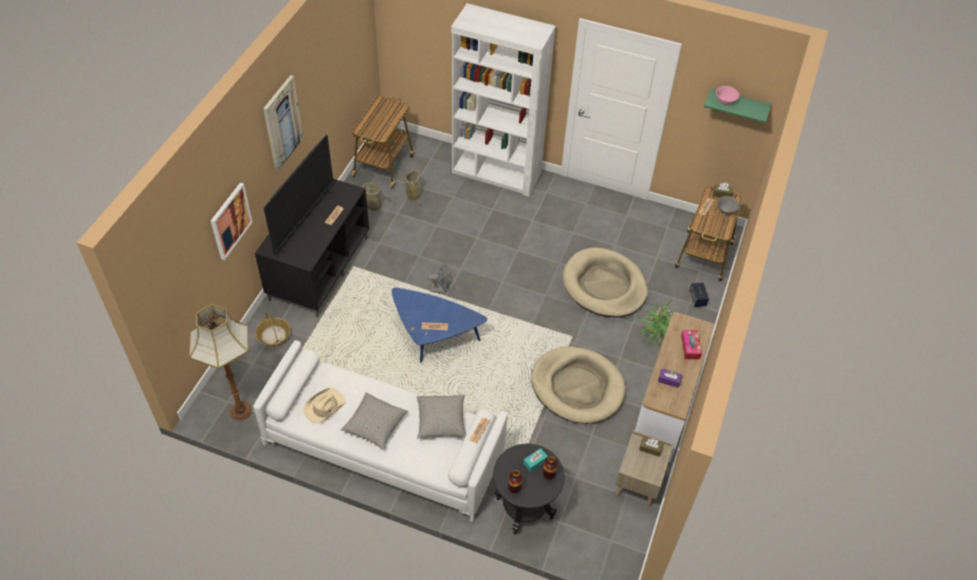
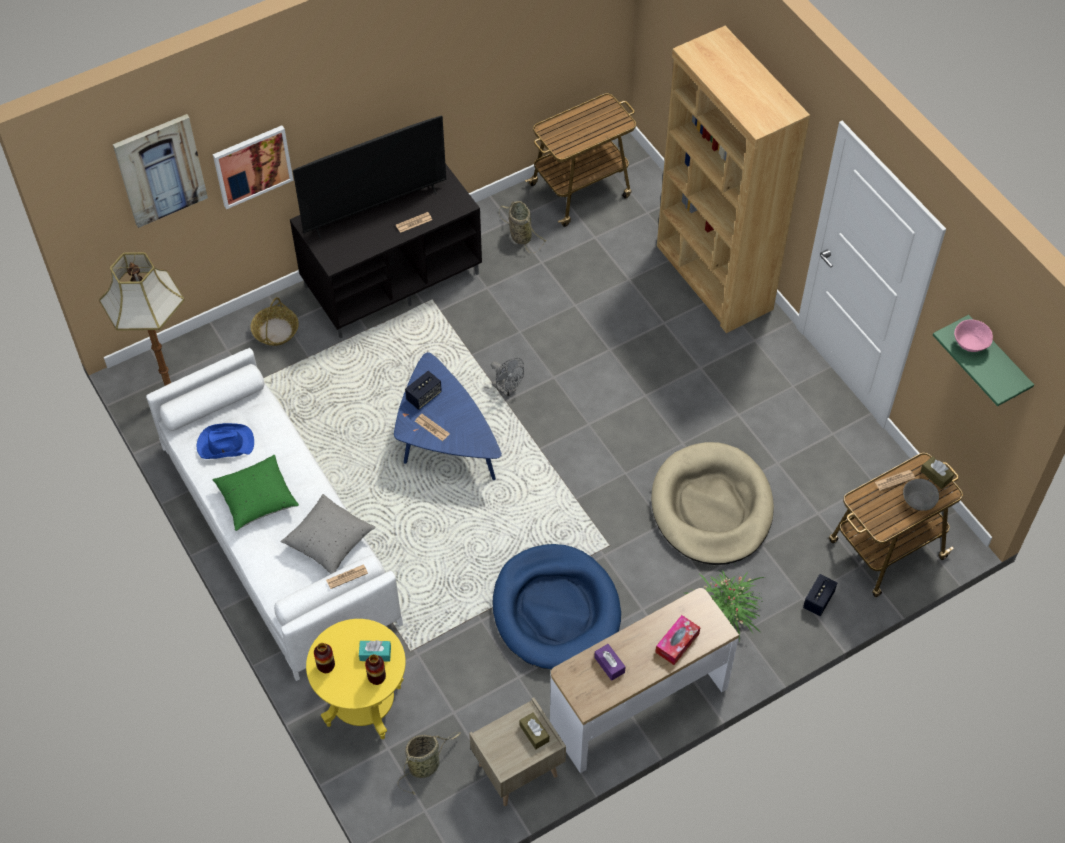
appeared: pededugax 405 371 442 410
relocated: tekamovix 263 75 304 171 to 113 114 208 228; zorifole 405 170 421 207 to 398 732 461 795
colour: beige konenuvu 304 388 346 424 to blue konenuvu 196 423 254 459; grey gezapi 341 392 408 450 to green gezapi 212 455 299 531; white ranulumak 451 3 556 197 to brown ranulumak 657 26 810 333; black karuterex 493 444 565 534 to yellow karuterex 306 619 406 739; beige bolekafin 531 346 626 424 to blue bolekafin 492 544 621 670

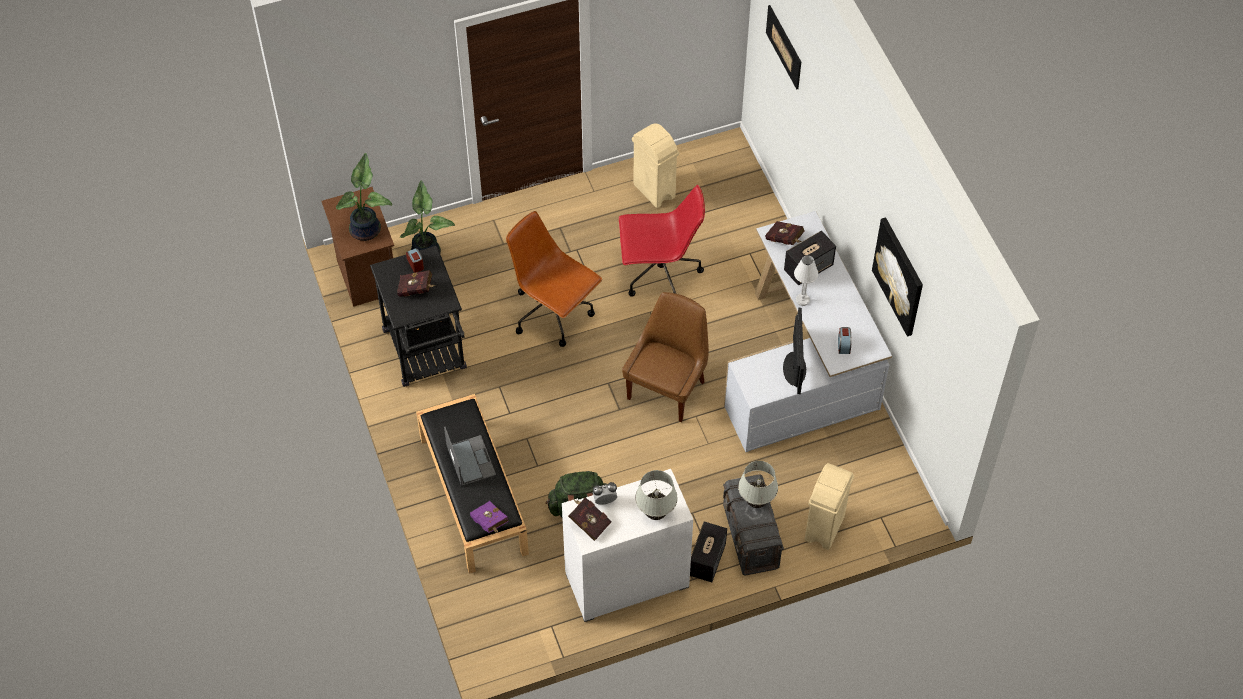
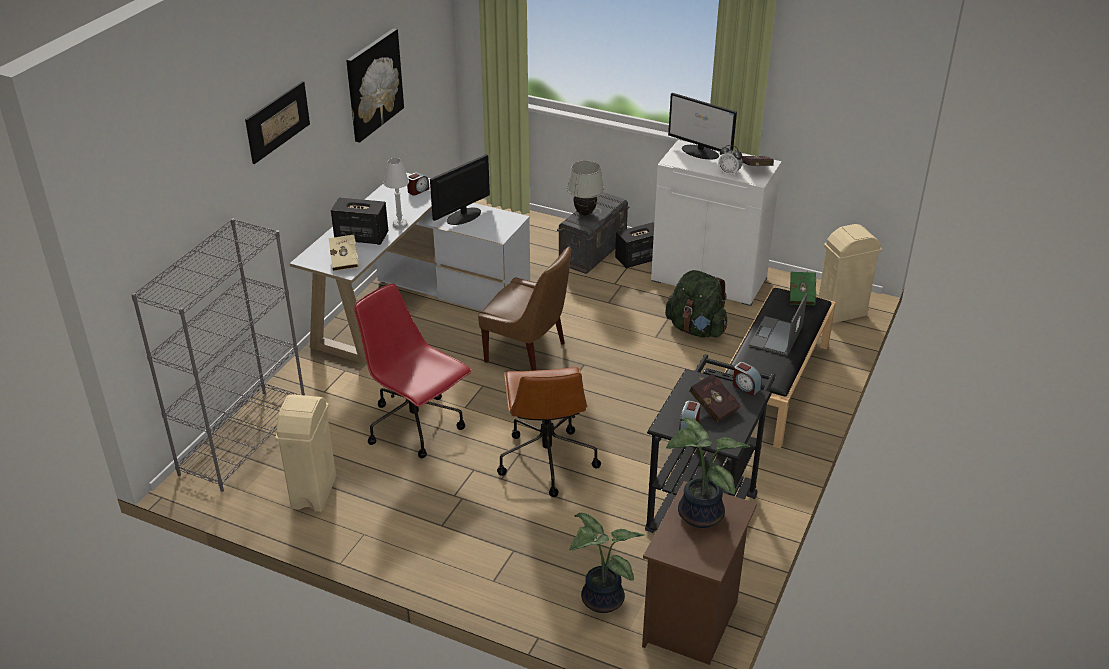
appeared: grey ranulumak 131 218 305 492; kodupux 733 362 762 396
relocated: tekamovix 766 5 801 89 to 245 81 310 164; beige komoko 804 463 854 550 to 818 224 882 324
exchanged: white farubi 635 470 678 520 to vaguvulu 668 93 737 160
colour: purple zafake 470 501 509 533 to green zafake 790 270 816 305; red zafake 765 221 804 245 to beige zafake 329 235 359 271
spun: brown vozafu 622 292 709 422 = 478 246 571 371 135 degrees counterclockwise

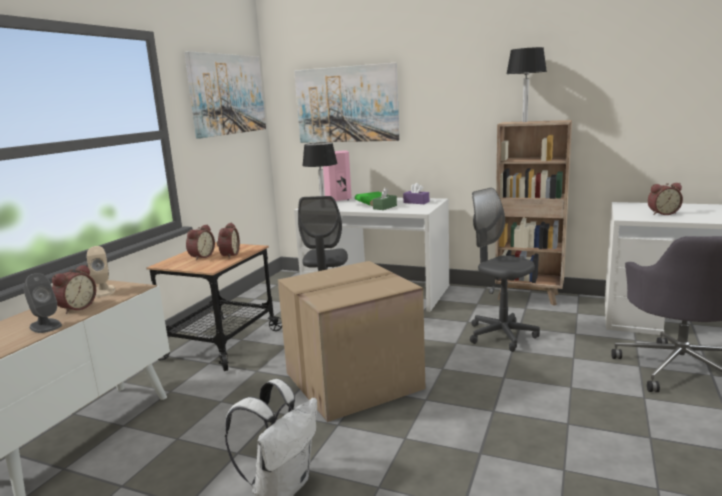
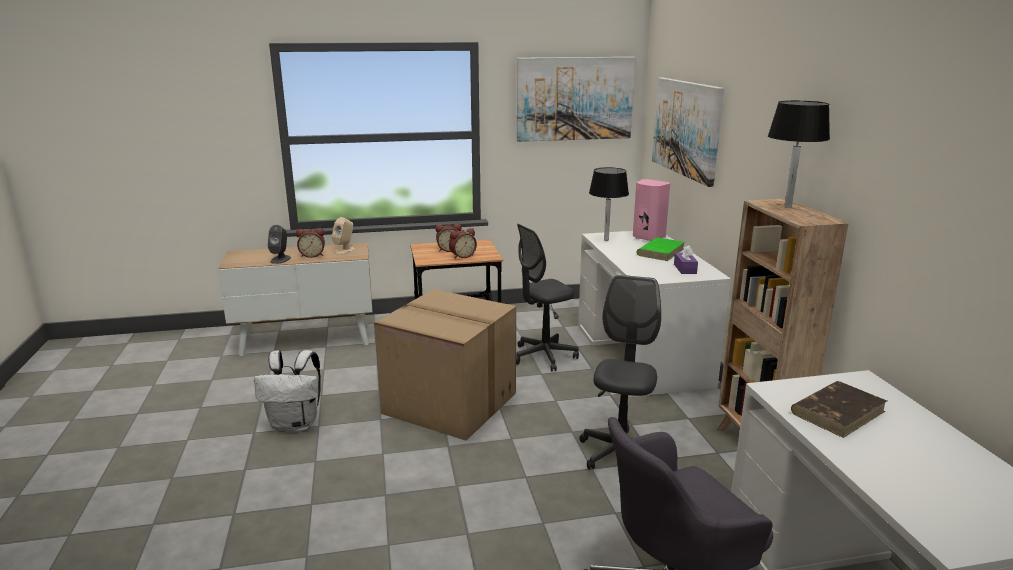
missing: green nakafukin 373 187 397 210
exchanged: kodupux 648 183 683 215 to brown zafake 791 381 887 438

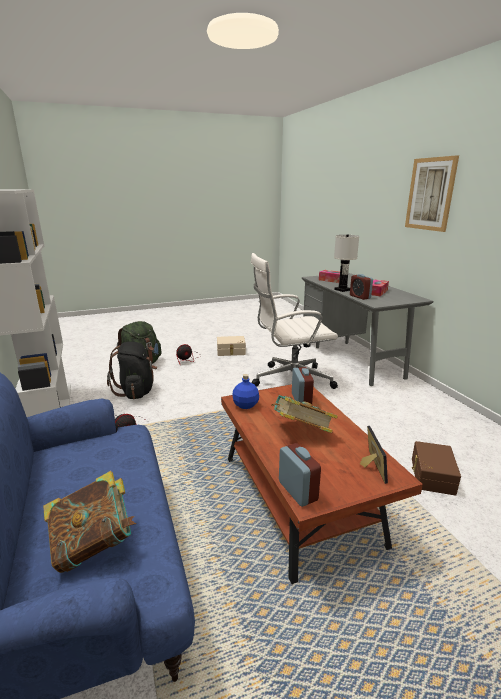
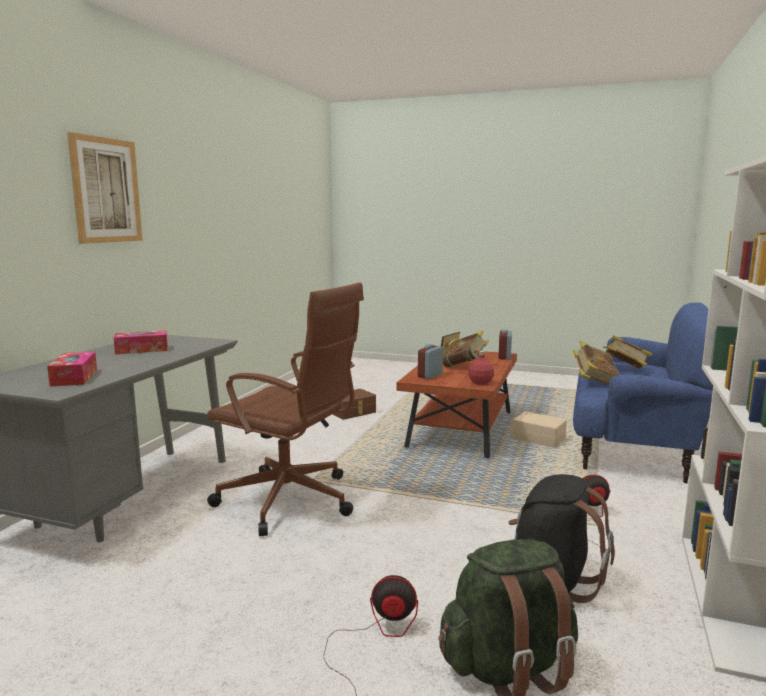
missing: white farubi 334 234 359 292; kodupux 350 274 373 300
appeared: zafake 573 341 620 386
relocated: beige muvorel 217 336 246 356 to 512 412 567 448
colour: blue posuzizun 232 374 259 409 to red posuzizun 468 351 494 385; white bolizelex 251 253 338 389 to brown bolizelex 207 282 364 536

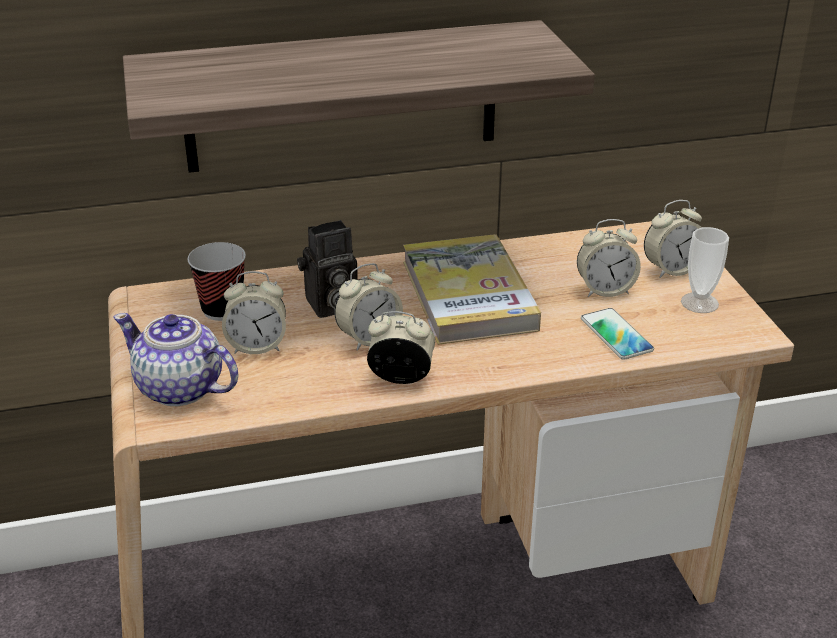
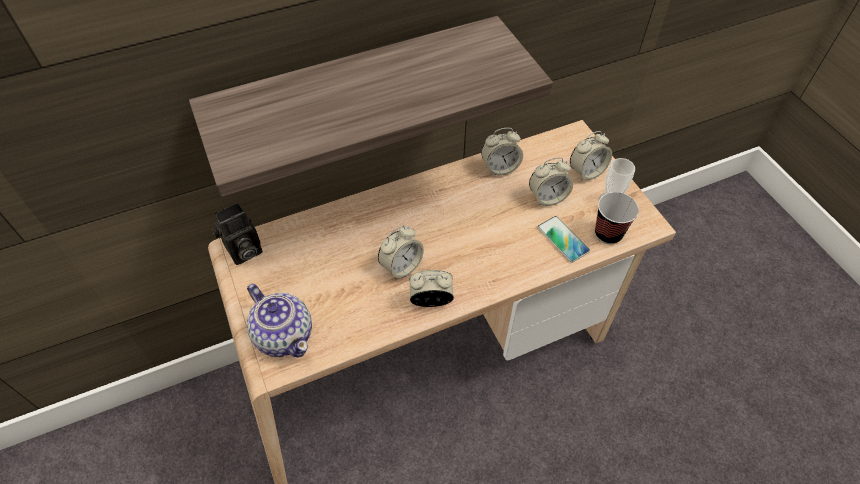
missing: zafake 403 234 541 345
relocated: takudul 187 242 246 321 to 595 192 639 244; kodupux 222 271 286 354 to 481 128 523 175; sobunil 297 220 358 318 to 212 202 262 265
spun: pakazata 113 313 238 406 = 247 284 312 357 150 degrees counterclockwise

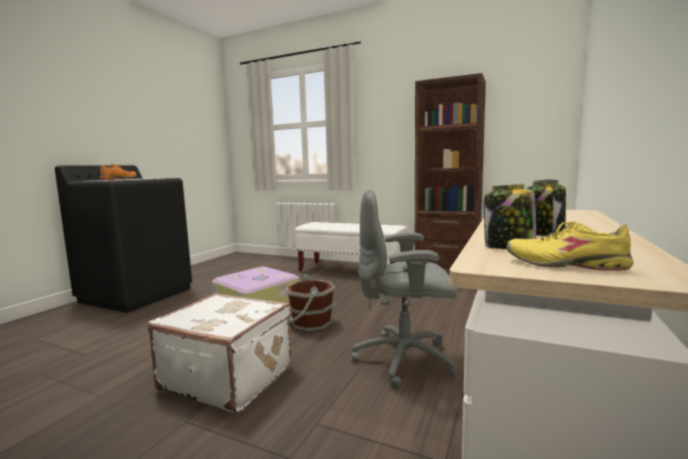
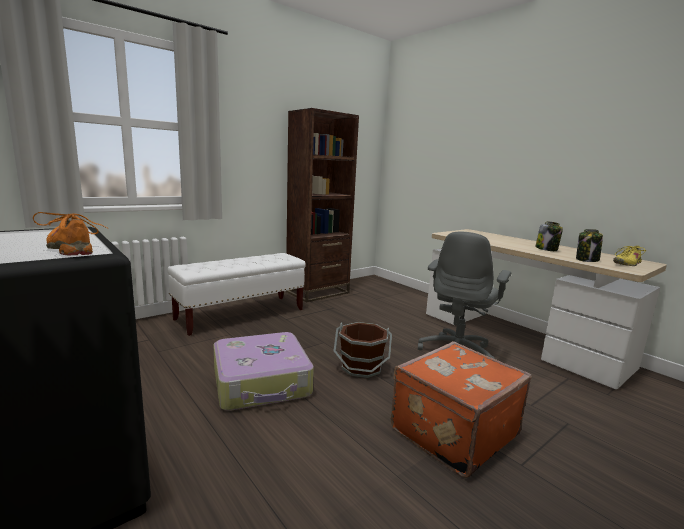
colour: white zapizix 148 293 291 413 to orange zapizix 391 341 532 478

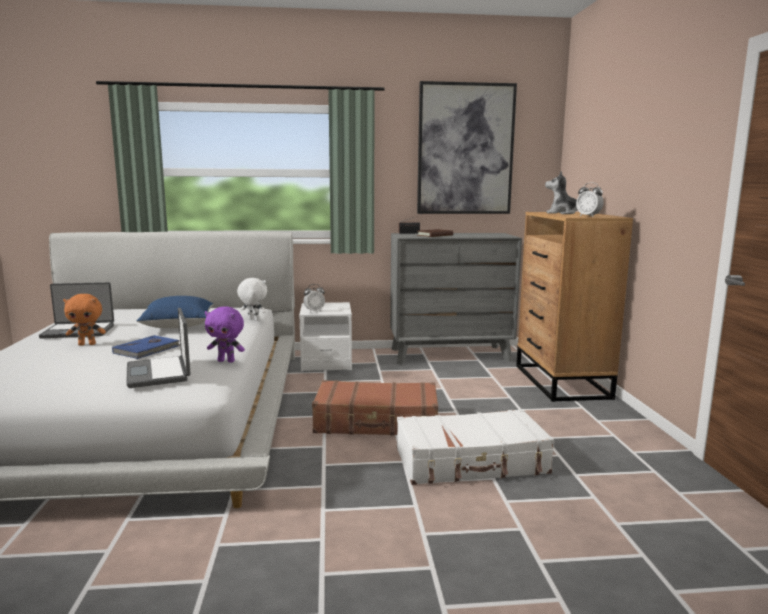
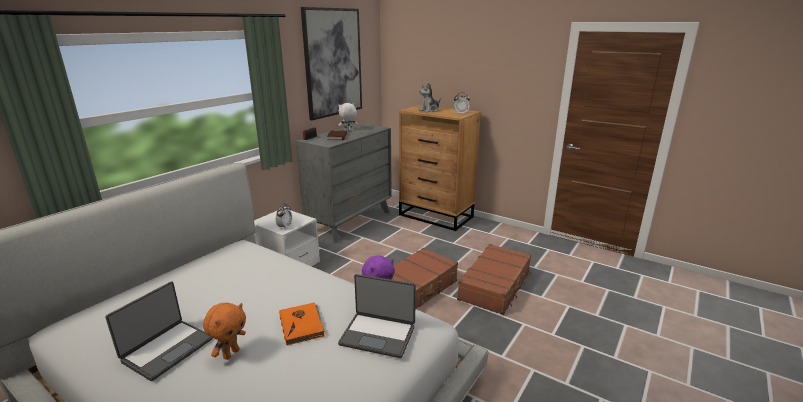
missing: blue gezapi 136 296 213 328
relocated: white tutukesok 237 278 267 321 to 338 103 358 131
colour: blue zafake 112 335 180 359 to orange zafake 279 302 325 346; white zapizix 397 409 554 485 to brown zapizix 457 244 531 315

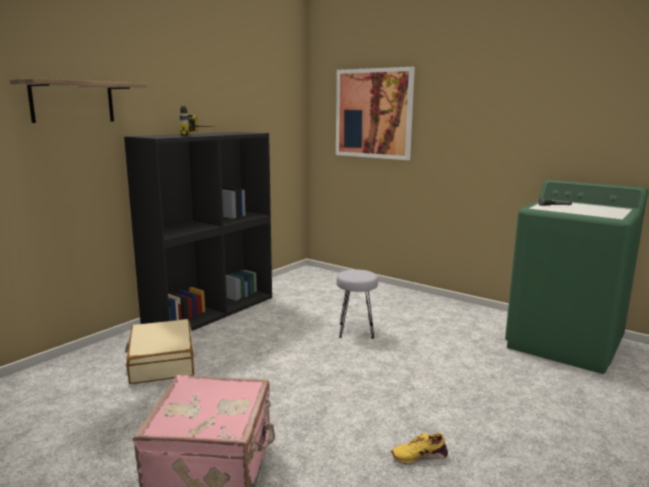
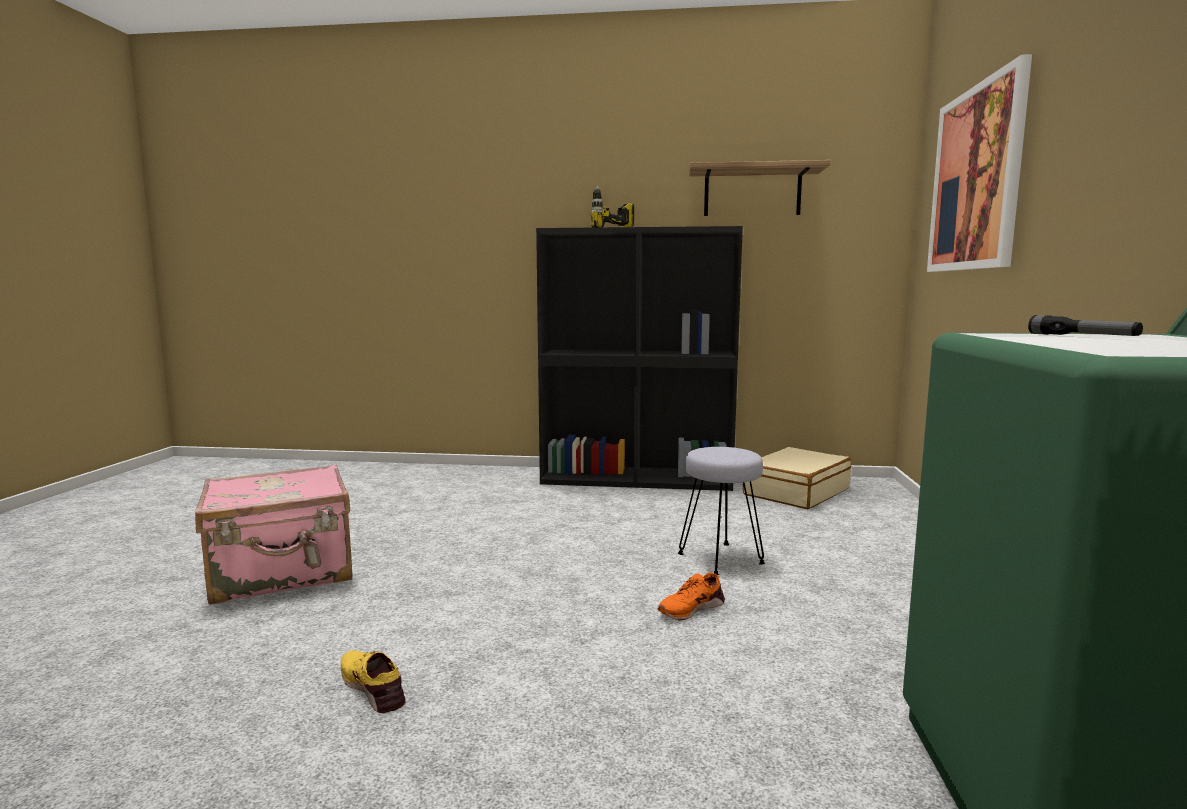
appeared: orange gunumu 658 572 725 621
relocated: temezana 10 78 147 123 to 689 160 831 216; beige zapizix 125 319 194 384 to 743 447 851 509

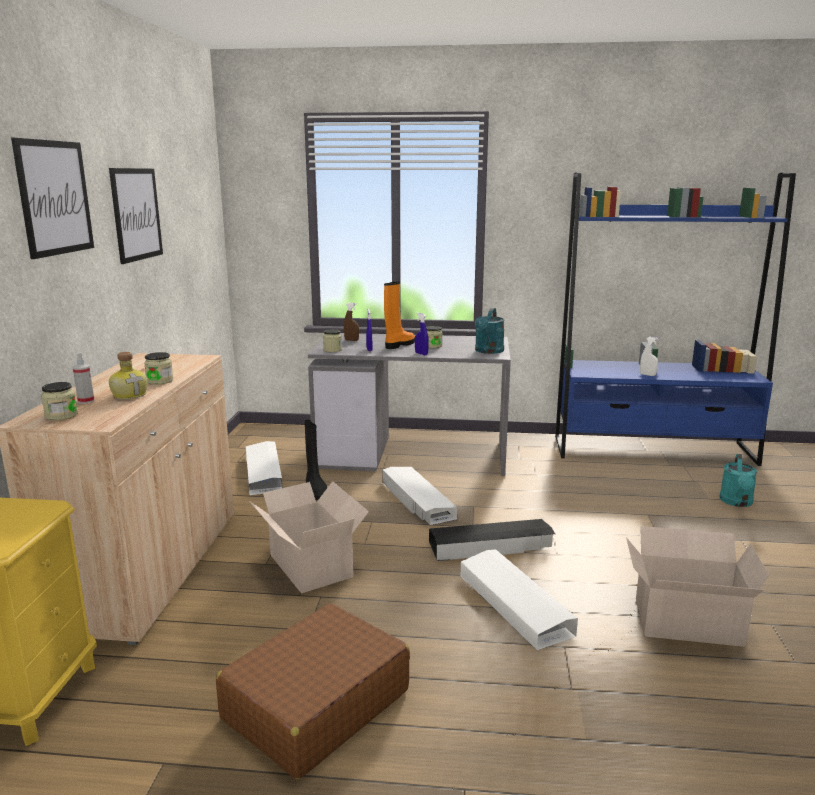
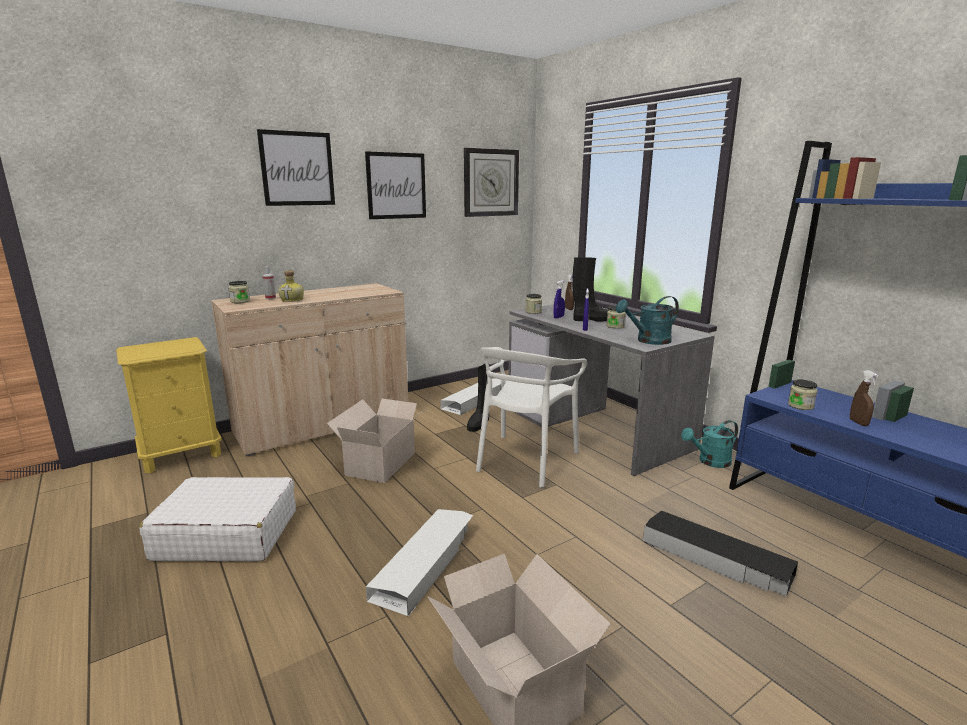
appeared: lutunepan 464 148 519 217
relocated: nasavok 144 352 173 385 to 788 379 818 410; black muvorel 429 519 555 561 to 643 511 798 596; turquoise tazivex 719 454 757 507 to 681 420 738 468
exchanged: white muvorel 382 467 457 525 to white vozafu 476 347 587 488
colour: brown zapizix 216 603 410 779 to white zapizix 139 477 296 561; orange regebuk 384 282 415 349 to black regebuk 572 258 609 321; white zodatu 640 337 659 376 to brown zodatu 850 370 878 426

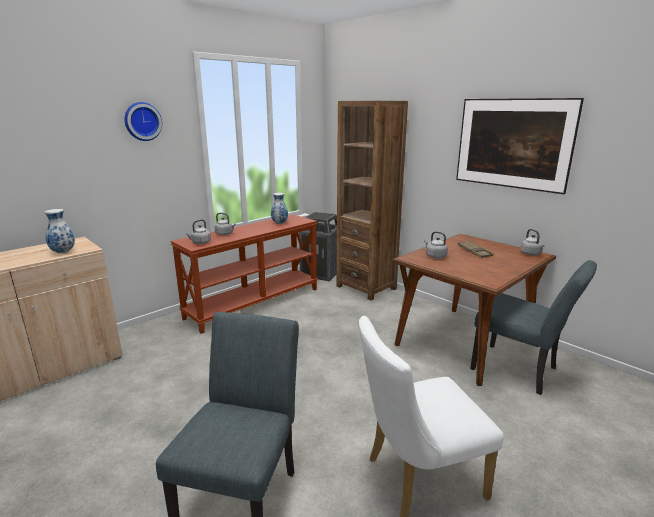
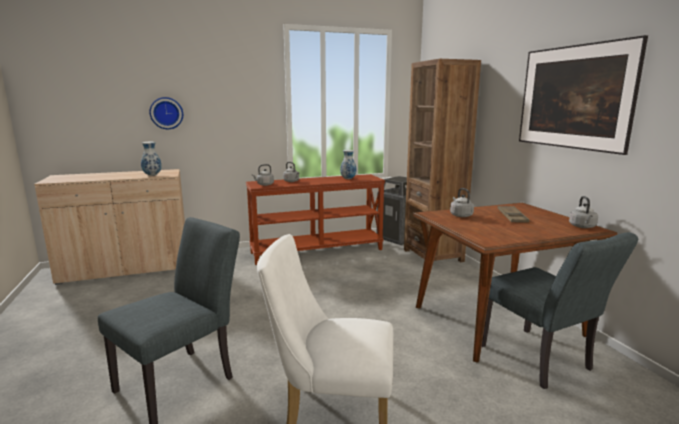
relocated: lutunepan 124 102 162 141 to 149 97 183 129

